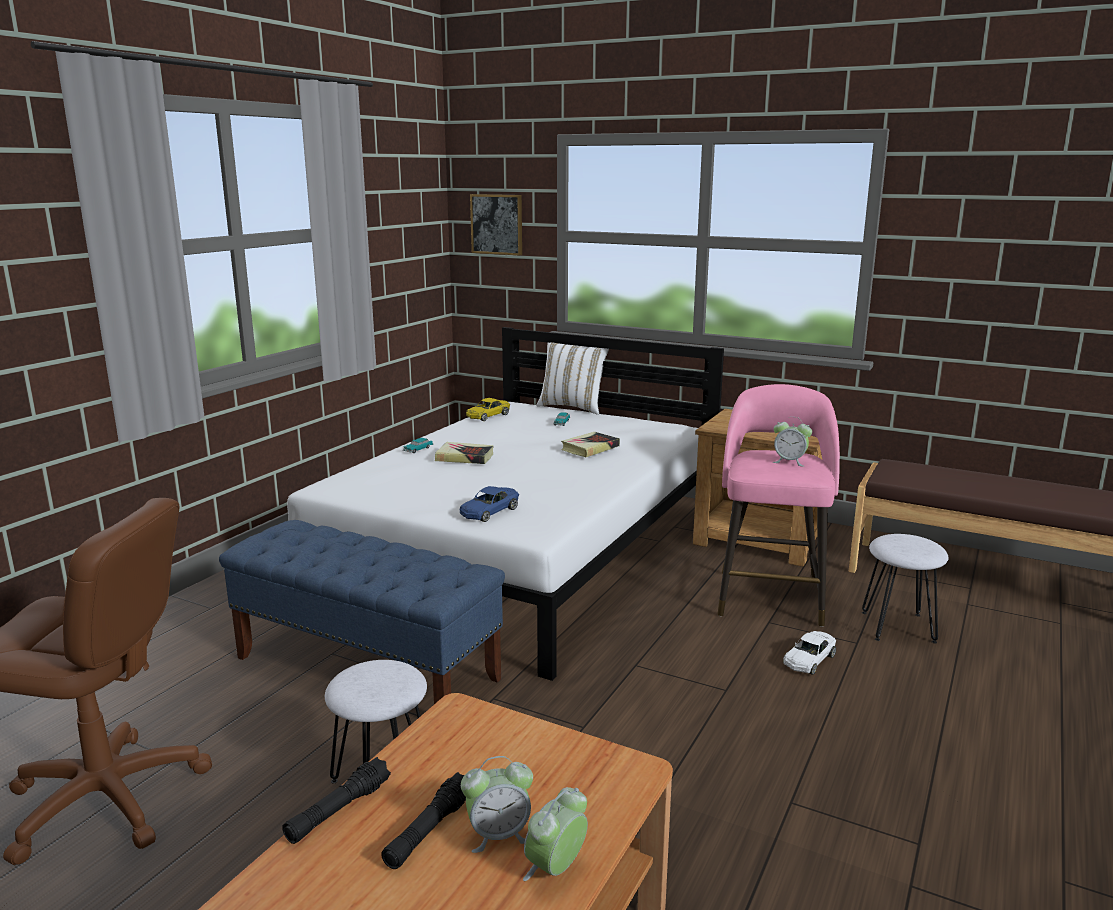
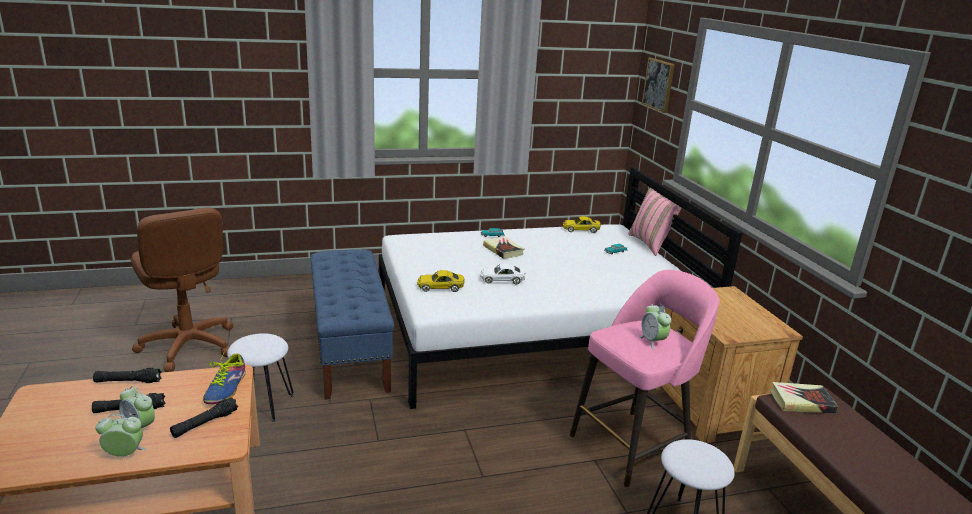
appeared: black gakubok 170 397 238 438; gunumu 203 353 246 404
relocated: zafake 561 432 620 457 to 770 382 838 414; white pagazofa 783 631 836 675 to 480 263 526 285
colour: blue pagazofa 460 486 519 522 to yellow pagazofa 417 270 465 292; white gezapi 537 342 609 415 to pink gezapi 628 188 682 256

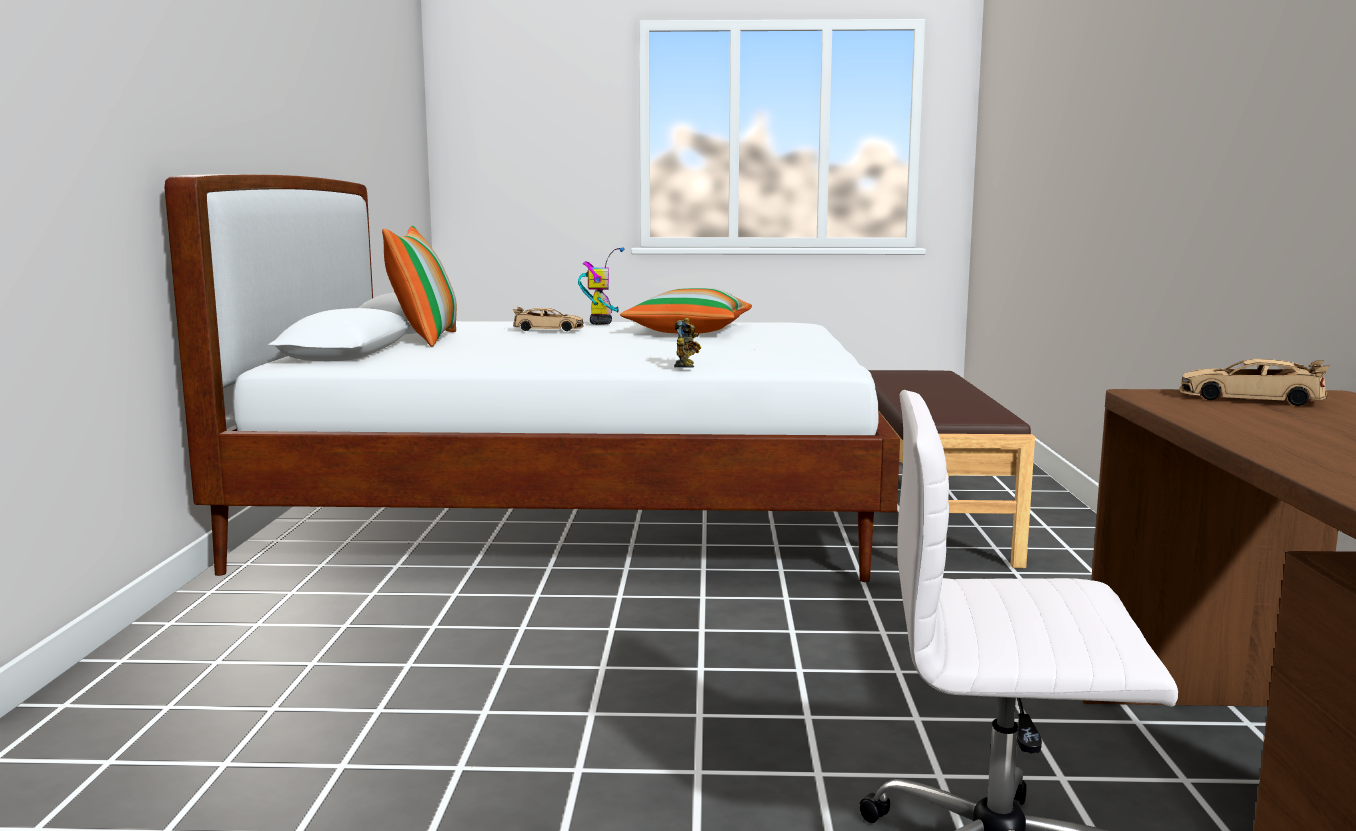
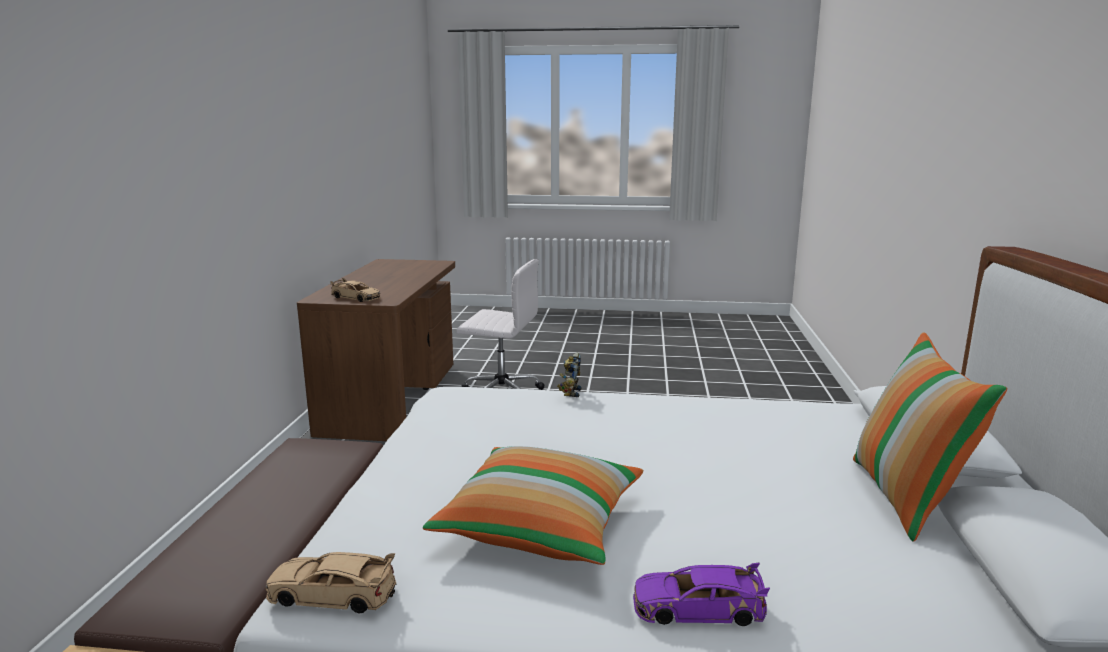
relocated: beige pagazofa 513 307 584 331 to 266 552 396 613
exchanged: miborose 578 247 624 325 to purple pagazofa 633 563 770 626

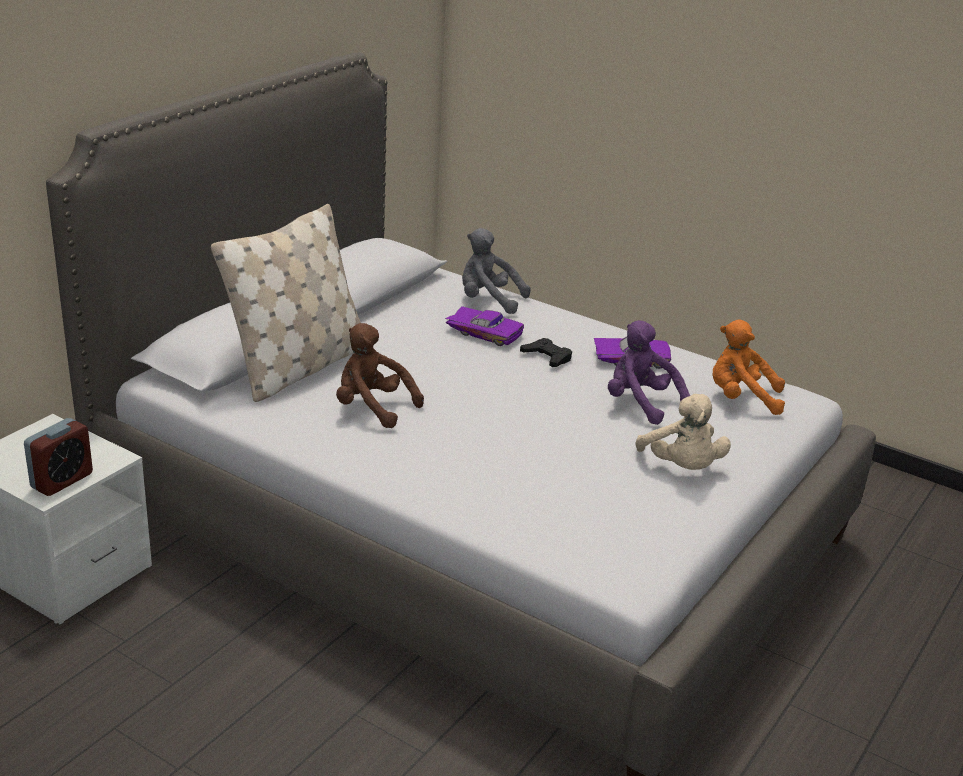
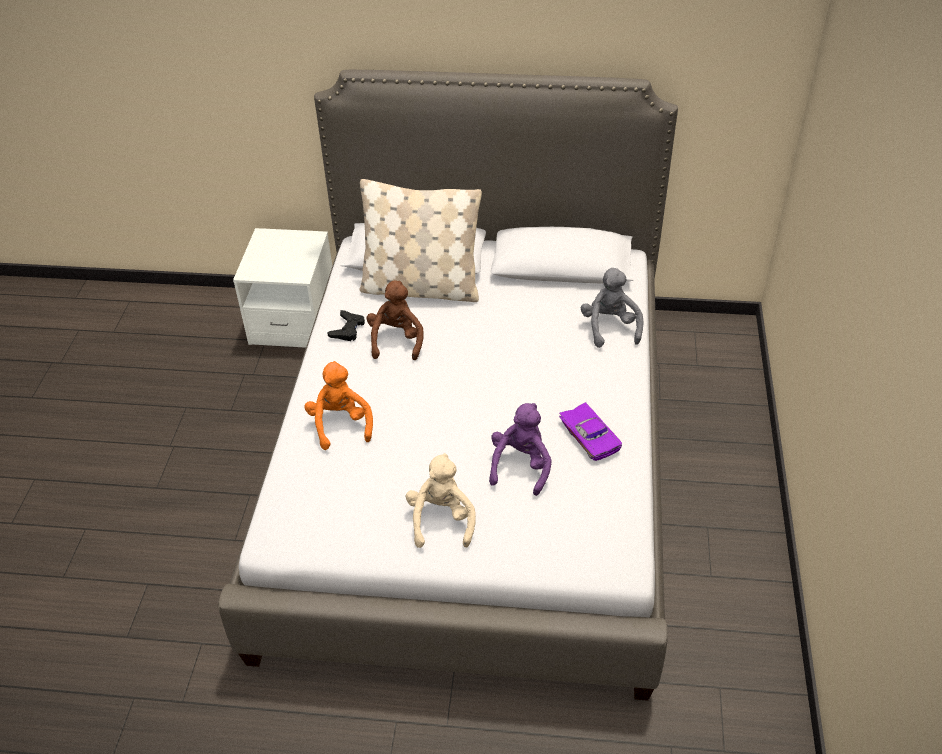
missing: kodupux 24 418 93 496; purple pagazofa 445 306 524 346
relocated: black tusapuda 520 338 572 367 to 327 310 365 341; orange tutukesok 712 319 785 415 to 304 361 373 450
spun: beige tutukesok 636 394 731 470 = 406 453 476 548 135 degrees clockwise

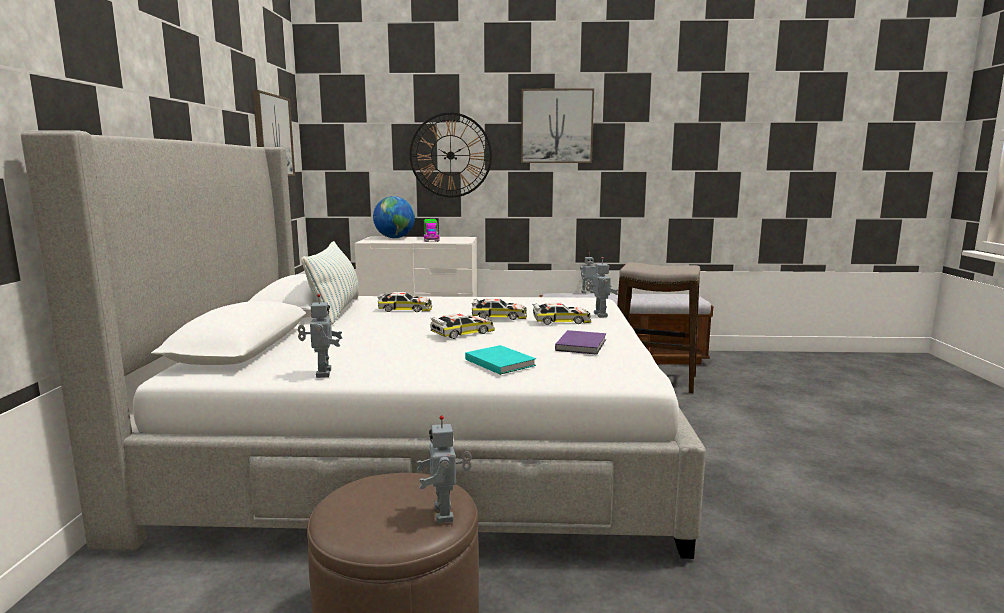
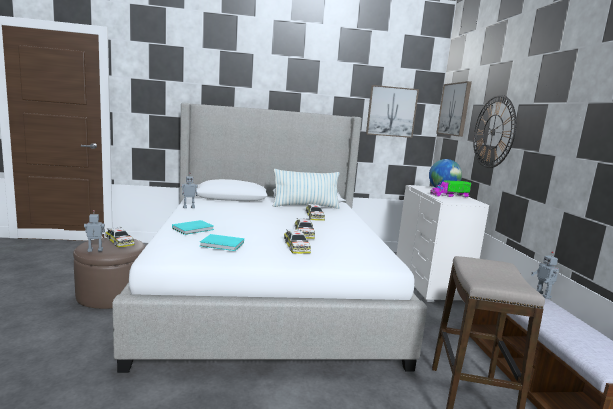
missing: miborose 586 257 618 318
relocated: pagazofa 430 313 495 339 to 106 226 134 248; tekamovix 521 88 594 163 to 436 81 472 137
colour: purple zafake 555 330 606 355 to turquoise zafake 200 234 244 251

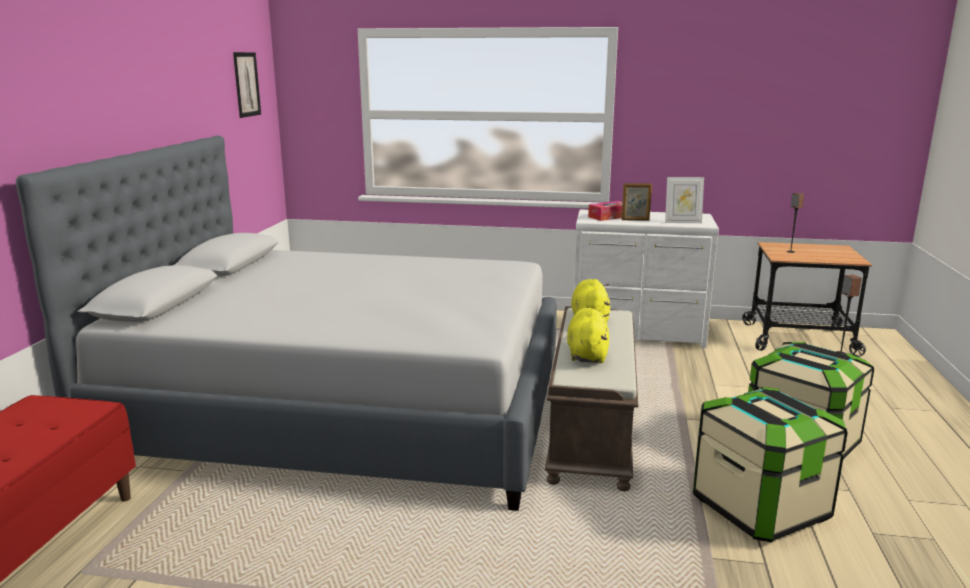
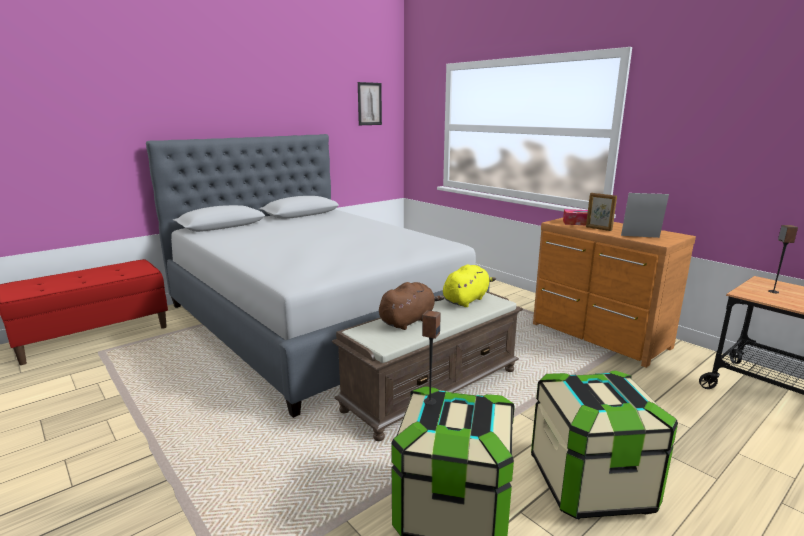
relocated: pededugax 835 275 862 356 to 422 310 441 405
colour: yellow tutukesok 567 308 609 363 to brown tutukesok 379 282 445 330; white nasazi 574 209 719 348 to brown nasazi 533 218 696 368
spun: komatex 665 177 704 223 = 621 193 669 238 150 degrees clockwise

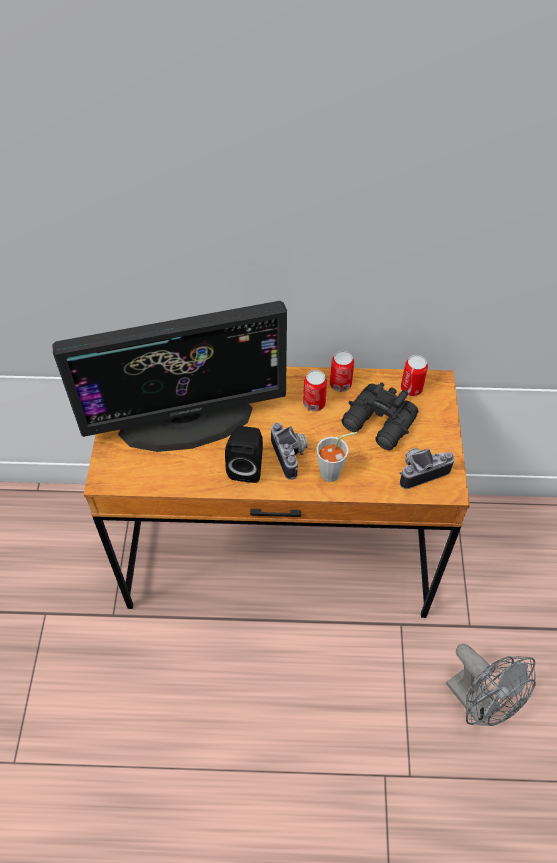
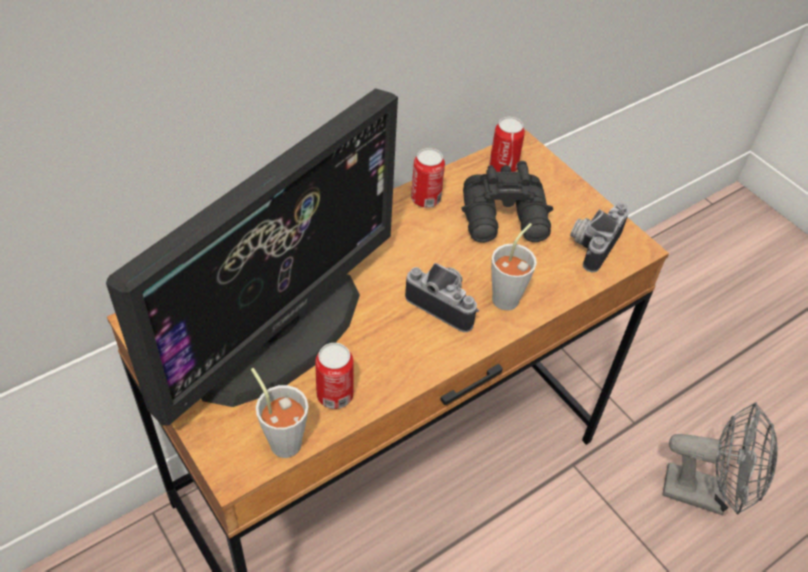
missing: black pededugax 225 426 263 483
appeared: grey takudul 251 368 309 458
relocated: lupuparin 303 370 327 411 to 315 343 354 409

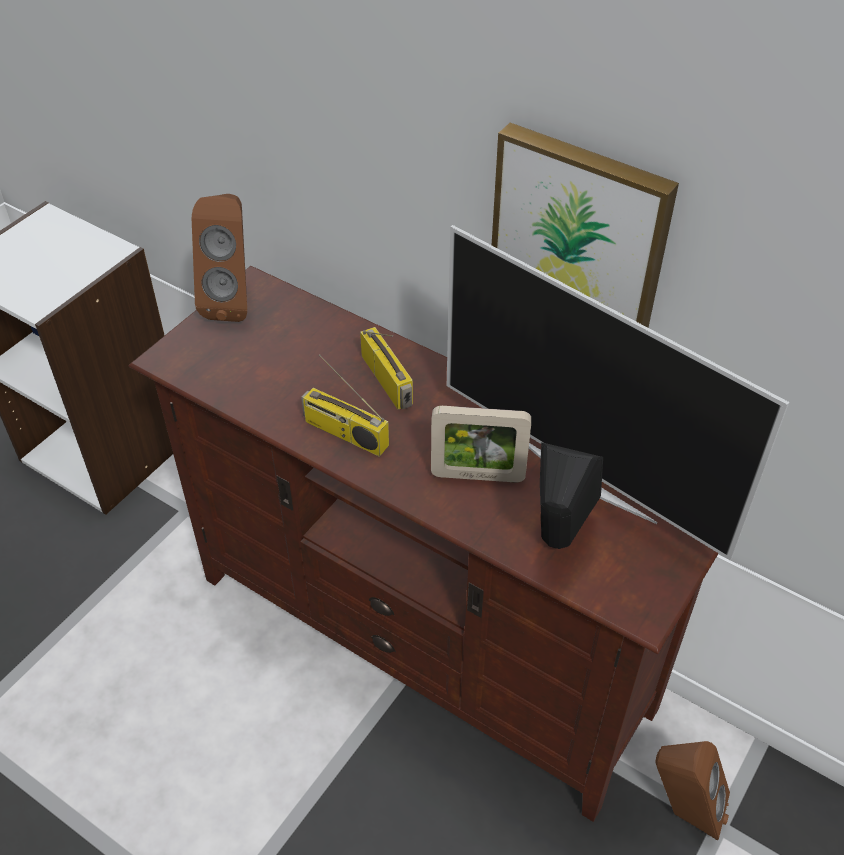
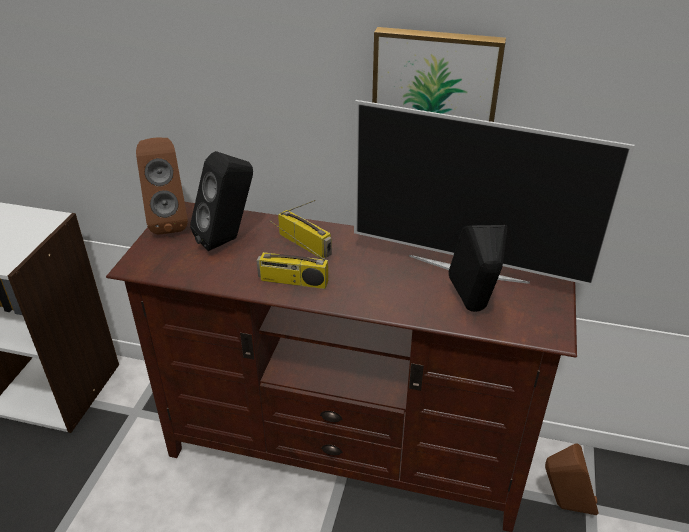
missing: komatex 431 406 531 482
appeared: black pededugax 190 151 253 251

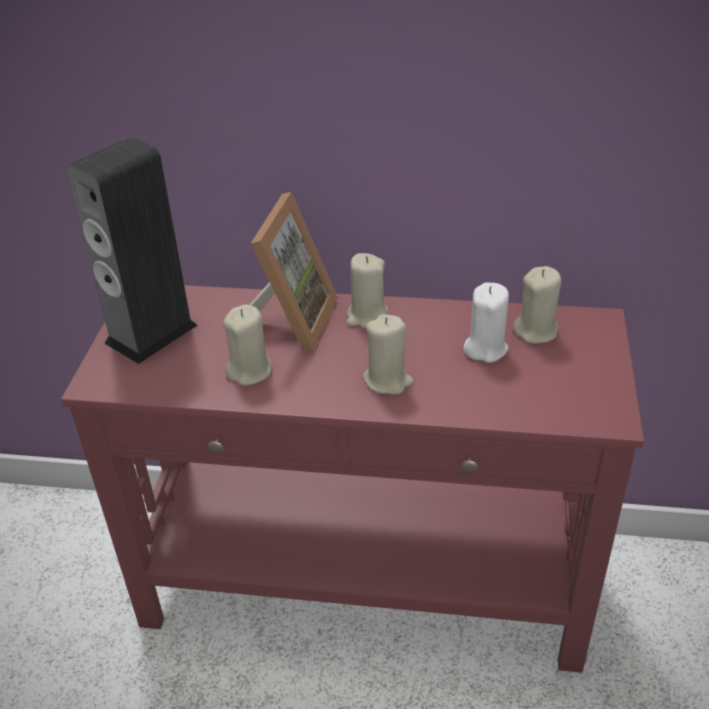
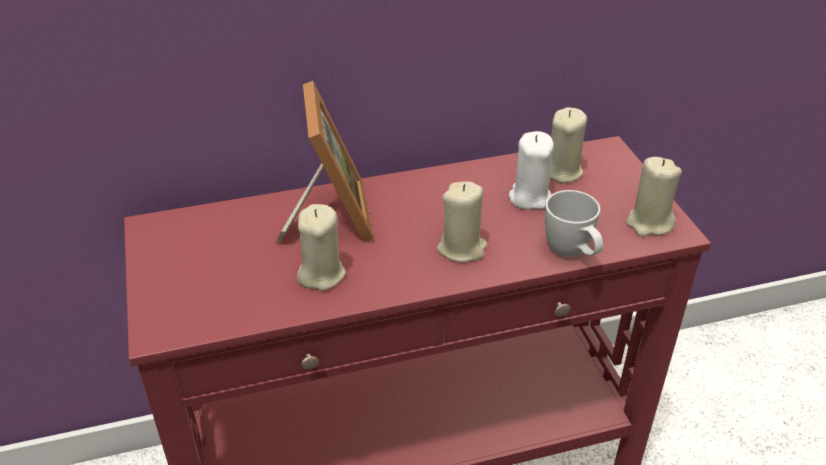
missing: pededugax 66 137 198 364
appeared: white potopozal 545 190 603 257
relocated: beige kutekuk 346 253 389 329 to 626 157 682 237

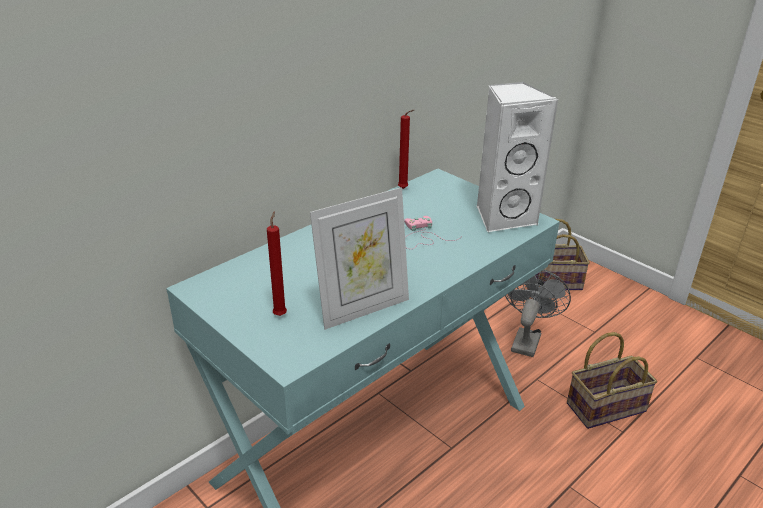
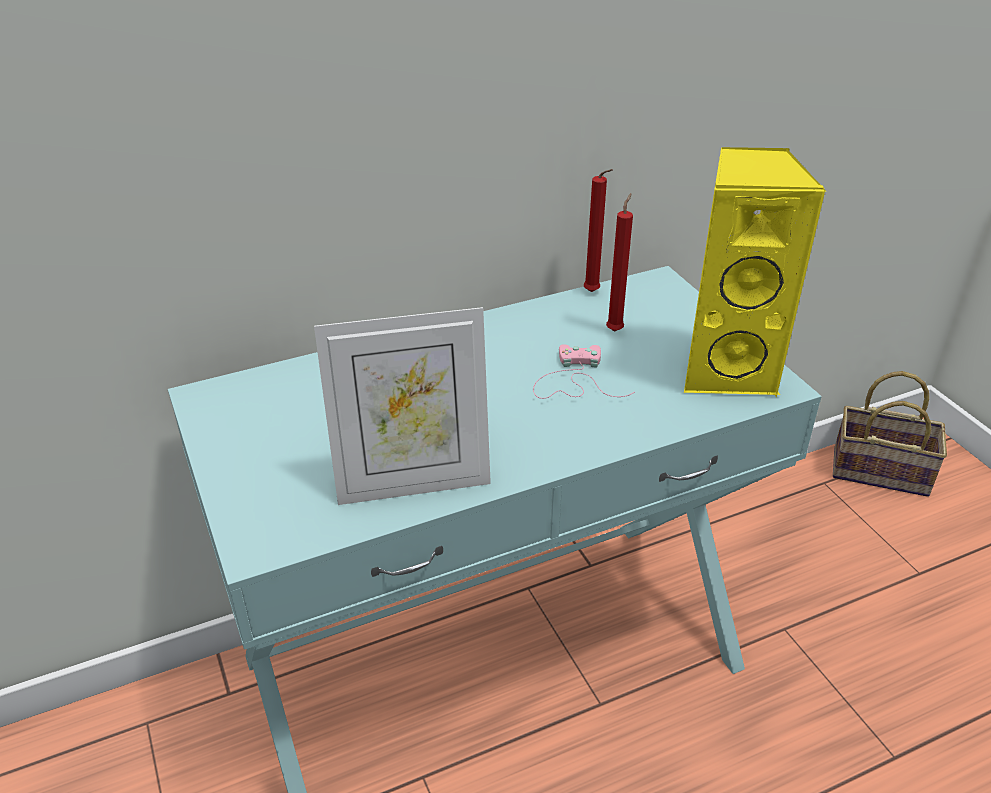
missing: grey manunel 505 270 571 357; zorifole 567 332 657 429
relocated: red kutekuk 267 212 287 316 to 606 193 633 332
colour: white pededugax 477 82 558 232 to yellow pededugax 684 147 826 398

